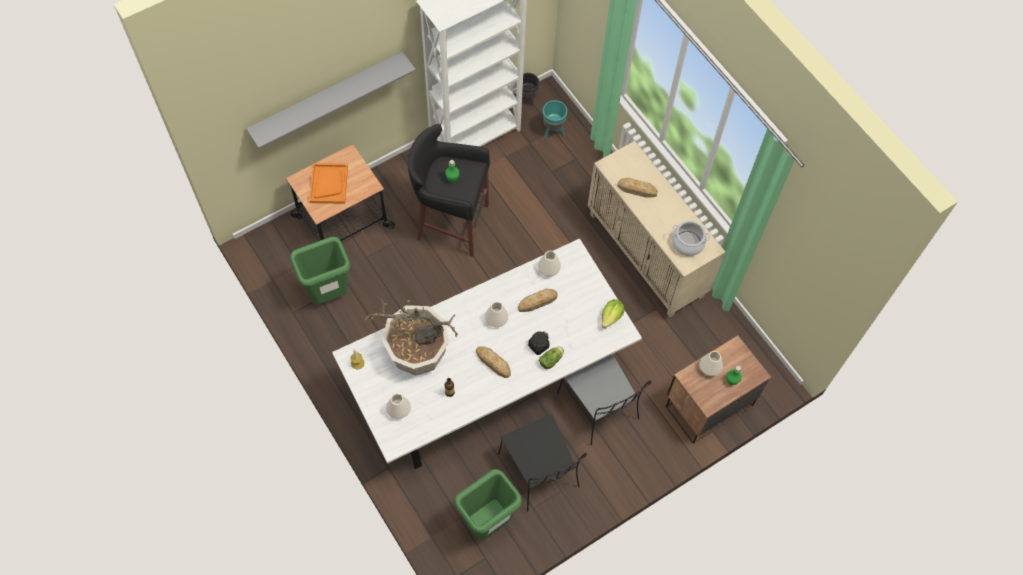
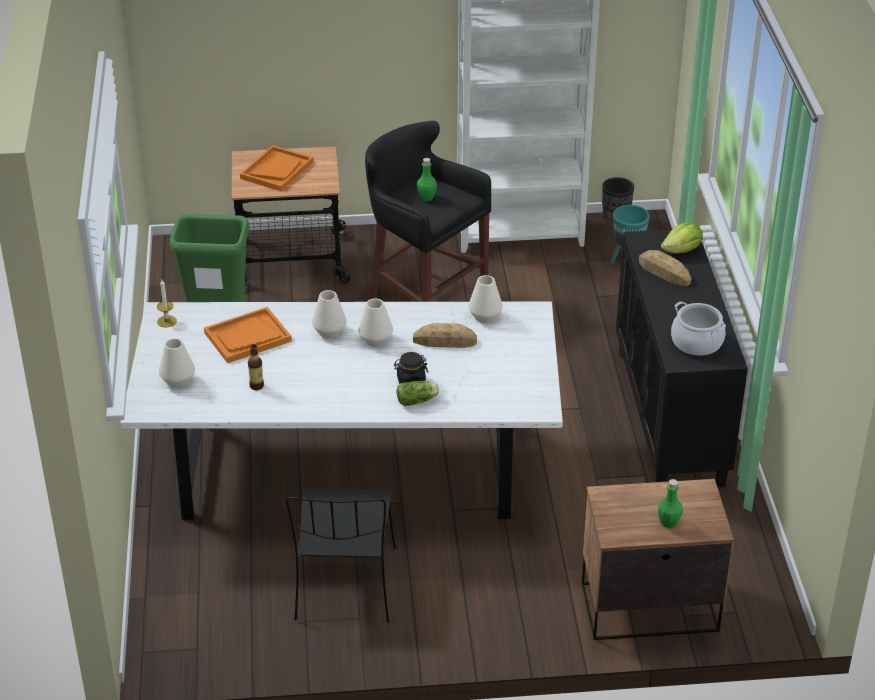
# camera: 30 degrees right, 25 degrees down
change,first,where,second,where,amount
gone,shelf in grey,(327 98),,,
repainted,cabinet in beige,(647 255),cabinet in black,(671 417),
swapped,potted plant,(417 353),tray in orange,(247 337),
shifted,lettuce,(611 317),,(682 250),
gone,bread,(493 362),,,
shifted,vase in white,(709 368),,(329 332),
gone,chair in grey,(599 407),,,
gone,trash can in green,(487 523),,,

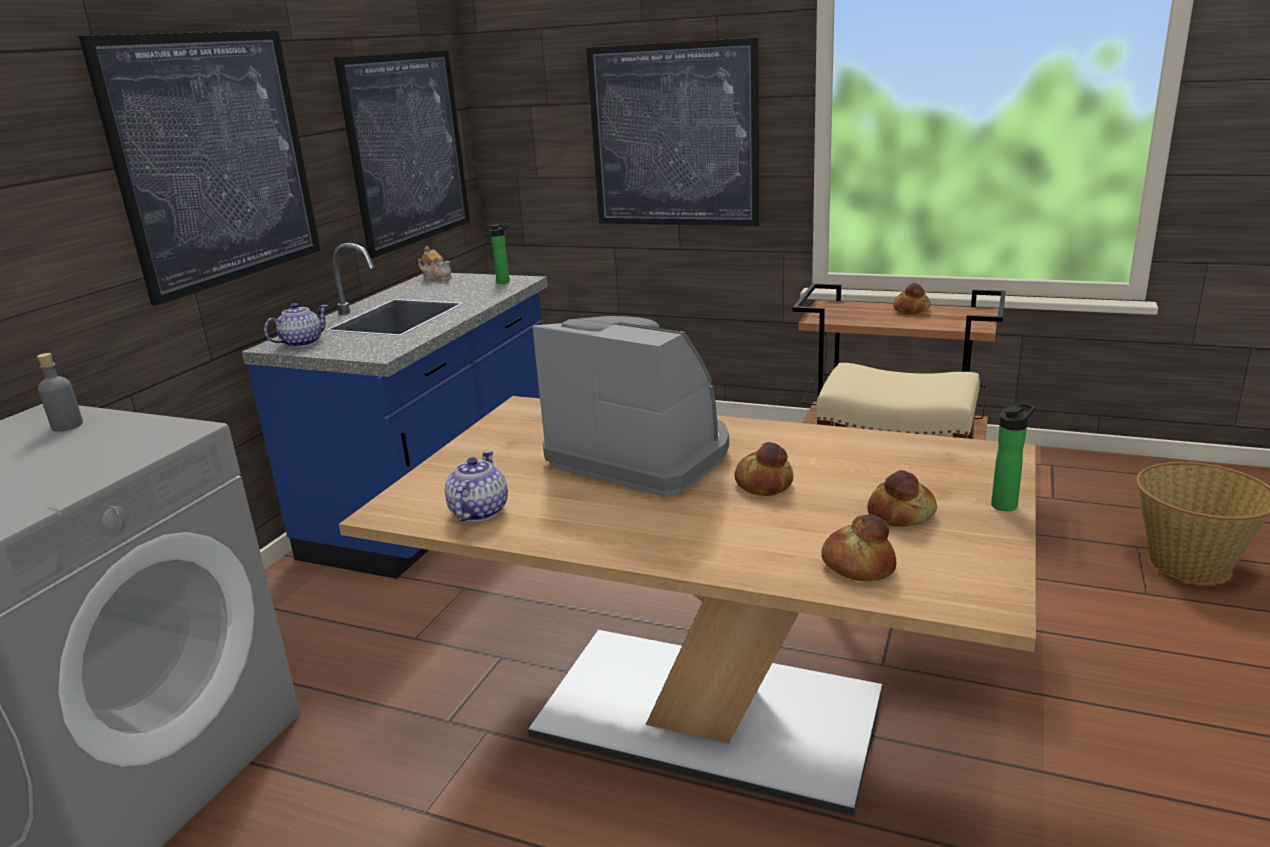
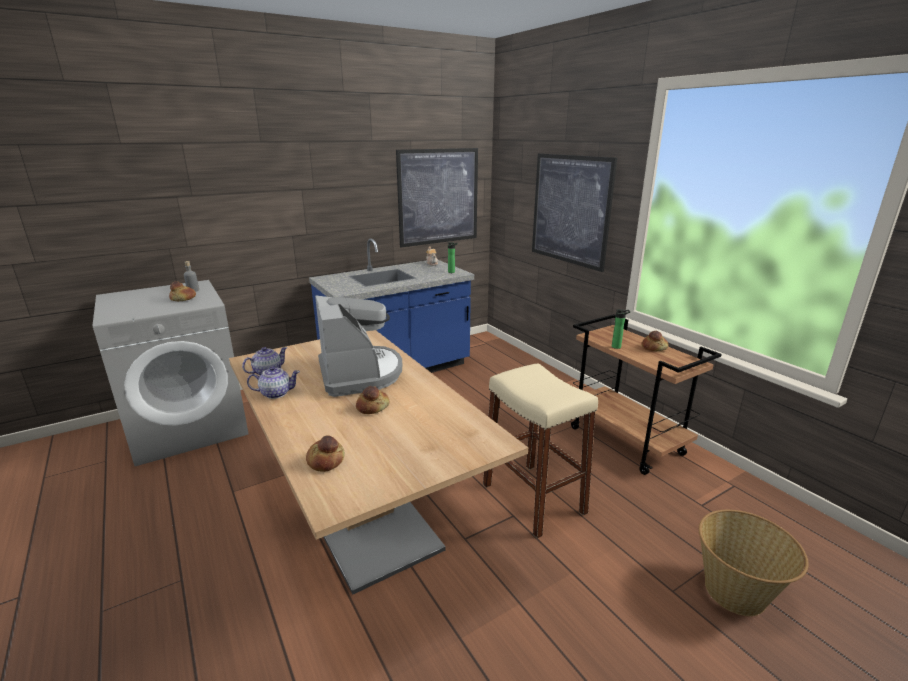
# camera: 35 degrees right, 0 degrees up
change,first,where,second,where,amount
gone,picture,(216 160),,,
shifted,teapot,(301 343),,(275 393),
shifted,bottle,(1006 504),,(617 347),
shifted,bread,(901 515),,(183 299),

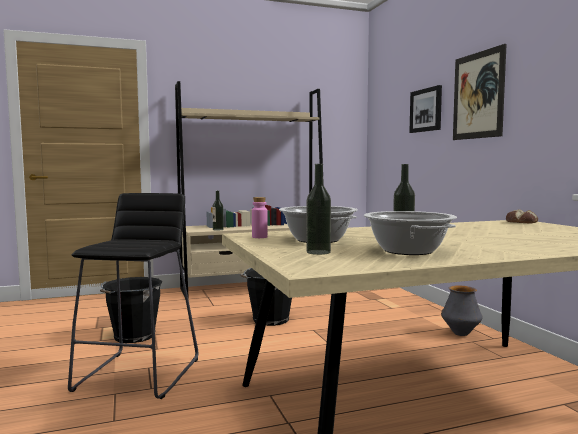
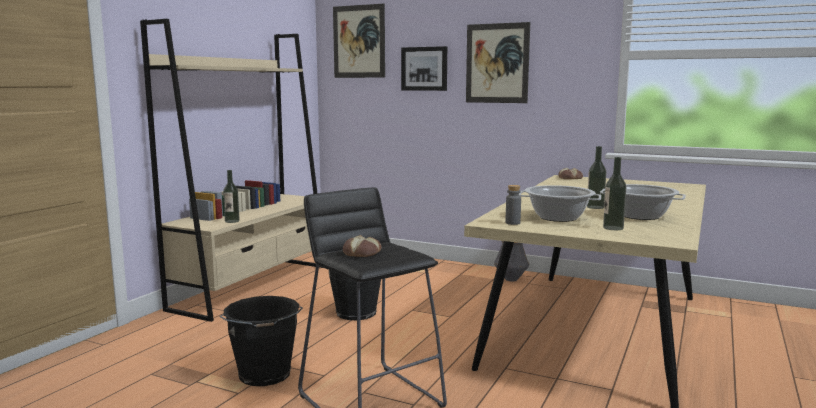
# camera: 45 degrees left, 5 degrees up
change,first,where,second,where,amount
repainted,bottle in pink,(259 237),bottle in grey,(512 223),
new,,,picture,(359 41),
new,,,bread,(362 253),

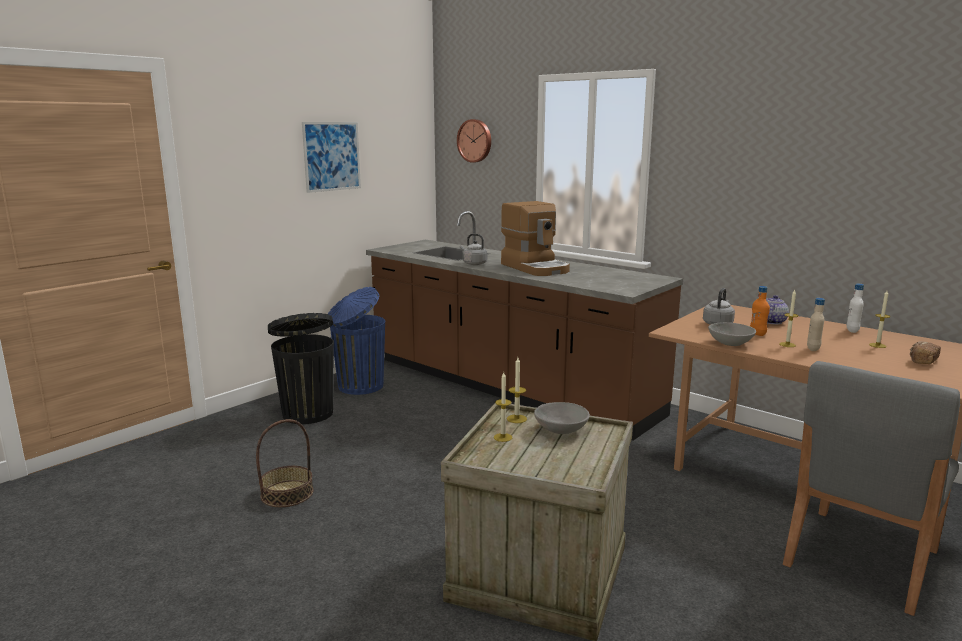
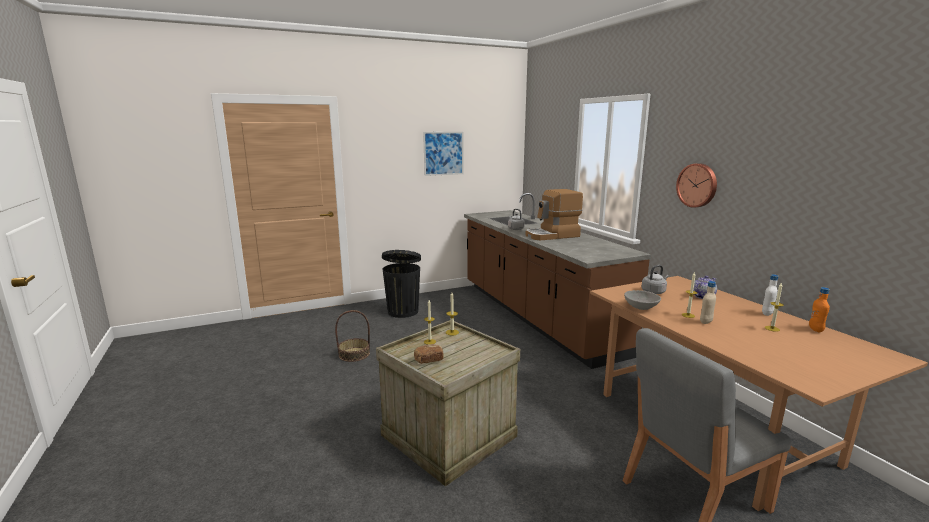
# camera: 25 degrees right, 0 degrees up
change,first,where,second,where,amount
shifted,wall clock,(475 141),,(697 185),
rotated,coffee machine,(536 268),,(552 235),75 degrees clockwise
shifted,bottle in orange,(757 334),,(815 329),
gone,trash can in blue,(359 386),,,
shifted,bread,(922 361),,(429 360),
gone,bowl in grey,(561 430),,,

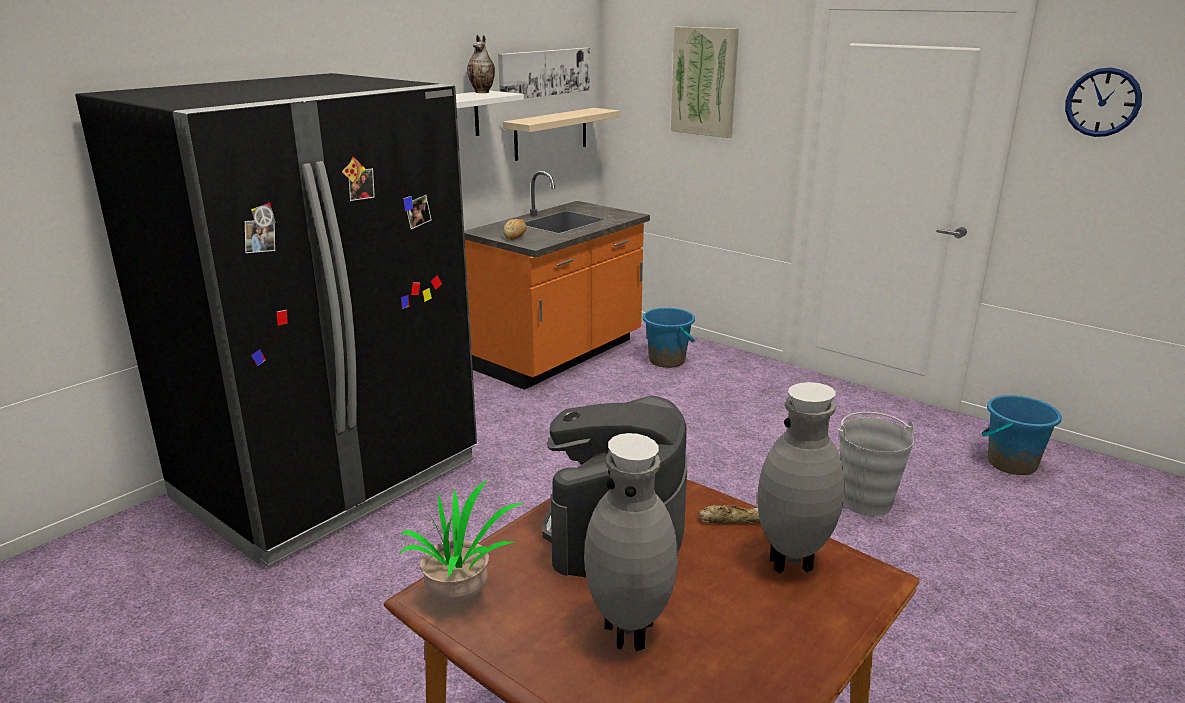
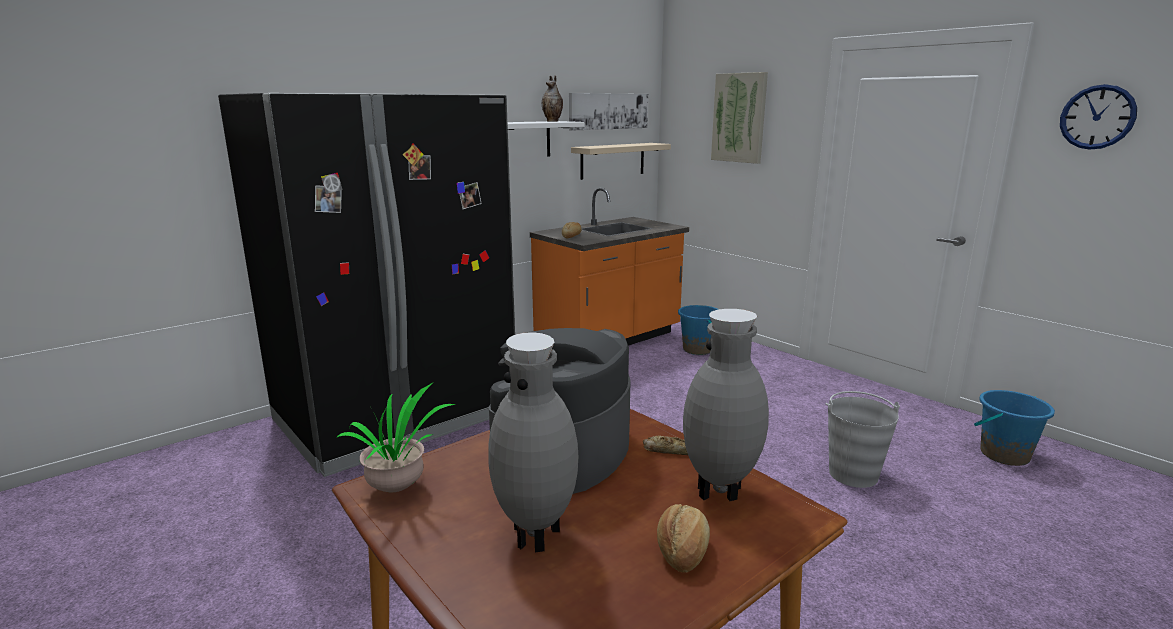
# camera: 10 degrees right, 5 degrees down
change,first,where,second,where,amount
new,,,bread,(682 550),

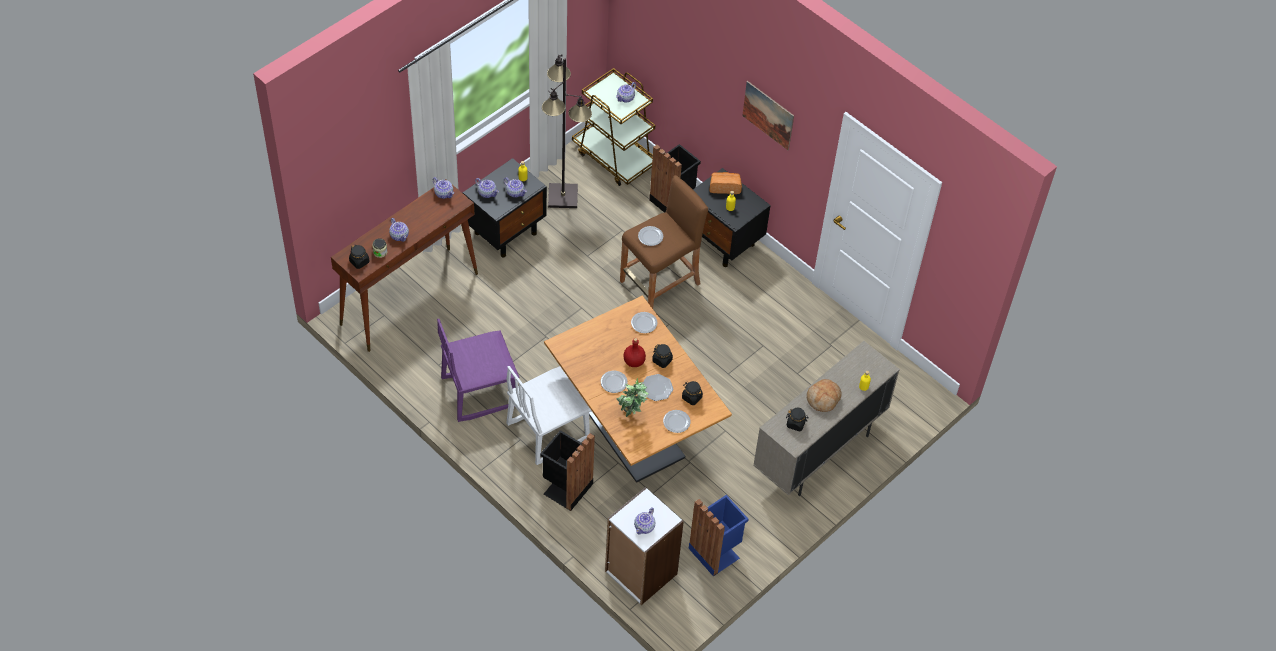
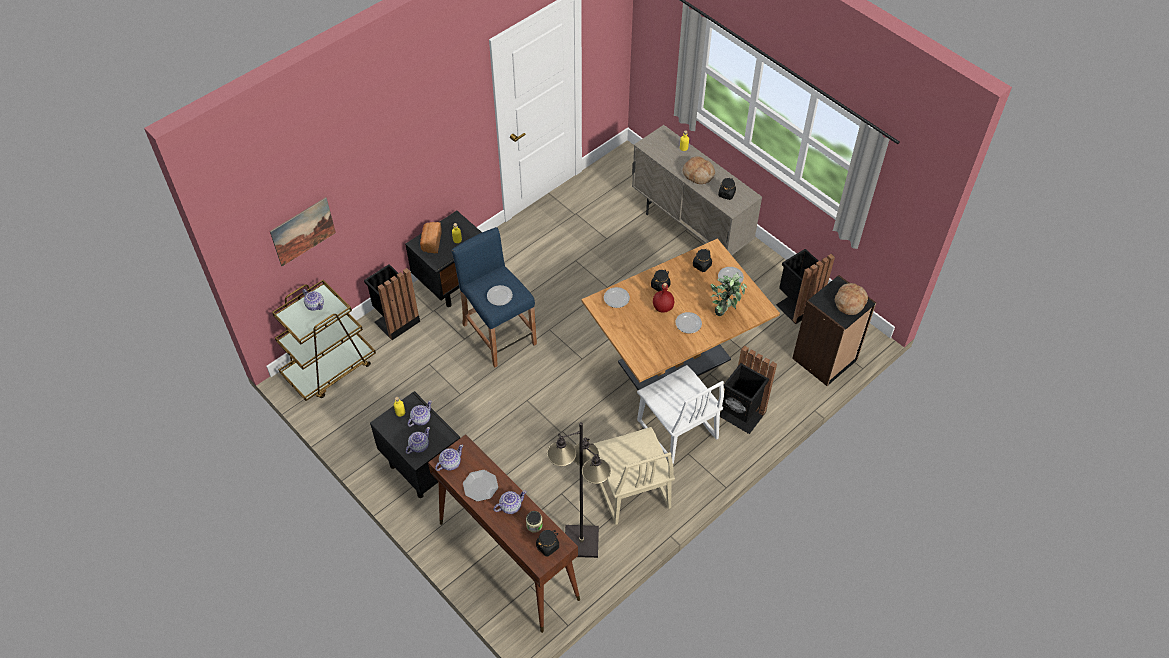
# camera: 85 degrees left, 0 degrees up
change,first,where,second,where,amount
shifted,floor lamp in black,(563 196),,(581 541),
shifted,picture,(768 115),,(303 231),
repainted,stool in brown,(660 283),stool in blue,(499 334),
repainted,chair in purple,(478 391),chair in beige,(631 490),
shifted,plate,(656 388),,(480 486),
repainted,bookcase in white,(640 573),bookcase in black,(825 359),
repainted,trash can in blue,(715 551),trash can in black,(796 305),
swapped,teapot,(644 527),bread,(849 302),

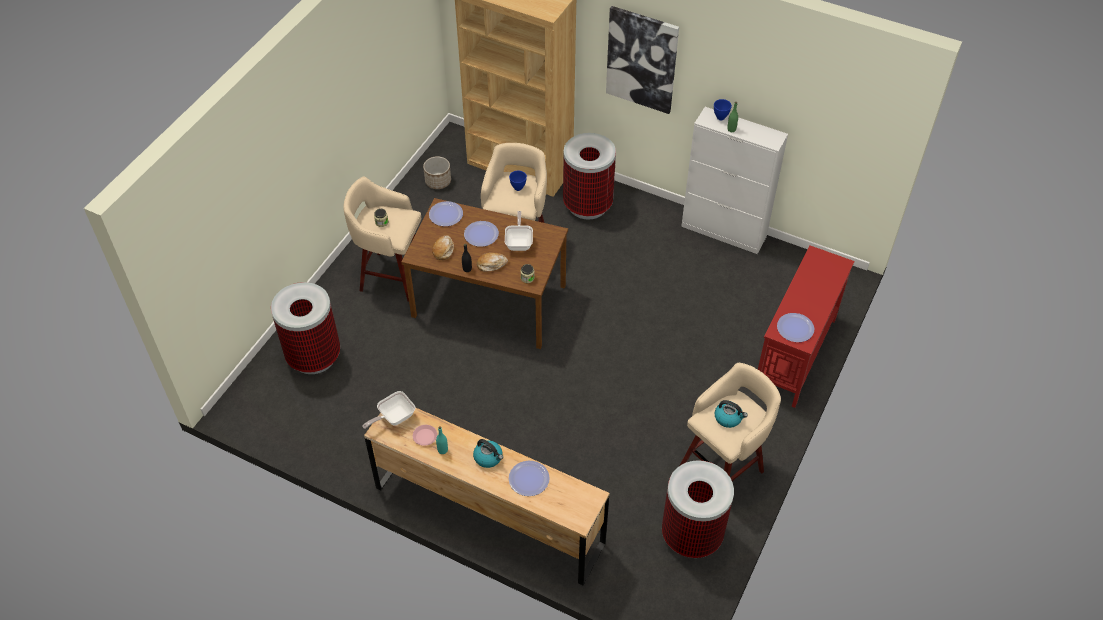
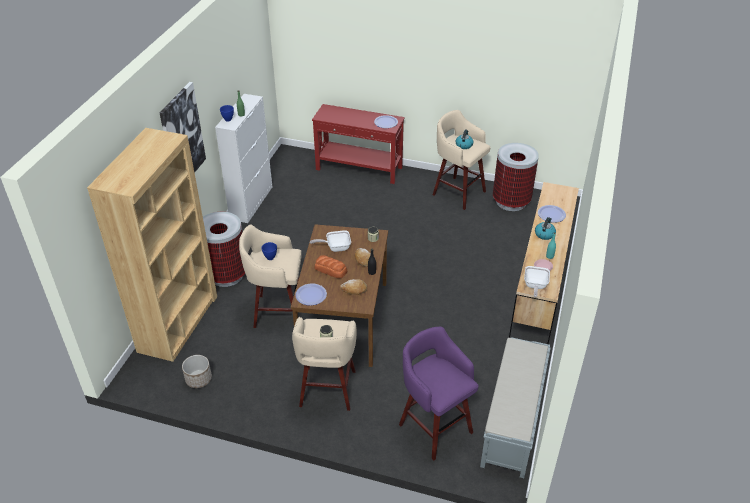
# camera: 100 degrees left, 10 degrees down
change,first,where,second,where,amount
swapped,plate,(481 234),bread,(331 270),
swapped,trash can,(314 356),stool in purple,(434 427),
rotated,frying pan,(393 417),,(534 286),60 degrees clockwise
new,,,bench in grey,(512 422),

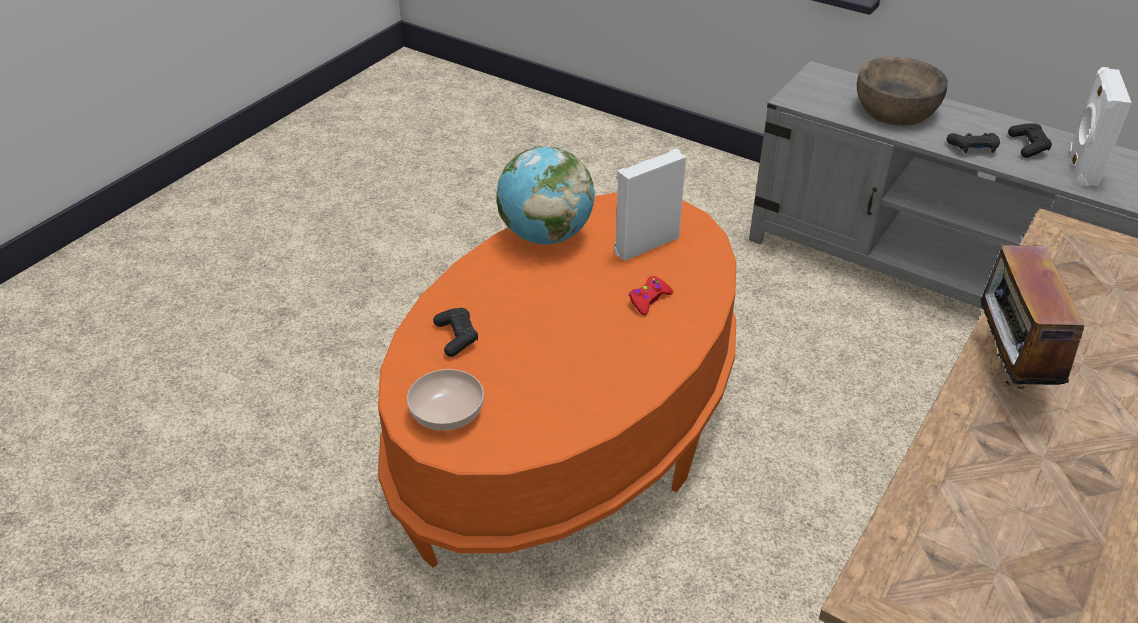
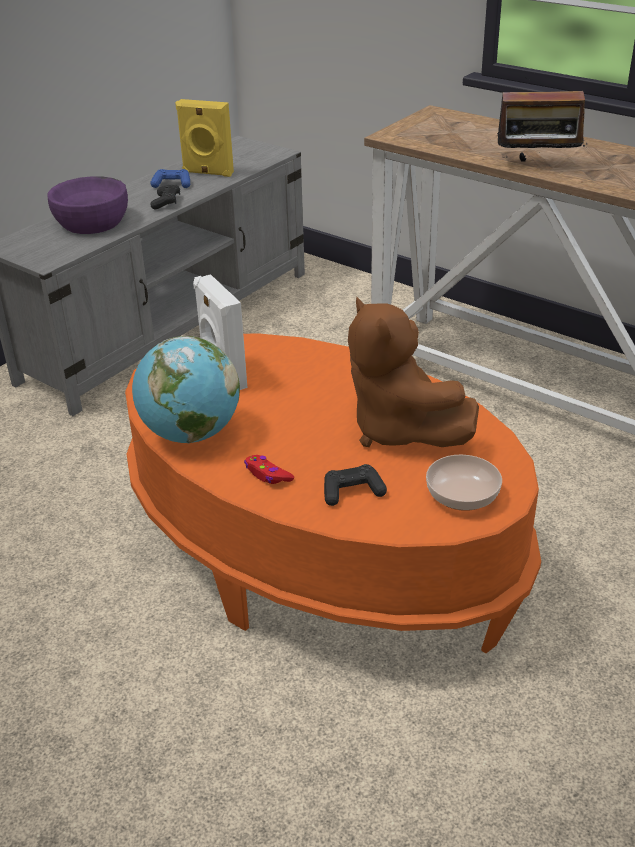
# camera: 85 degrees left, 5 degrees down
change,first,where,second,where,amount
repainted,bowl in brown,(895 110),bowl in purple,(92 222),
repainted,speaker in white,(1081 167),speaker in yellow,(207 173),
repainted,game controller in black,(1028 146),game controller in blue,(172 184),
shifted,game controller in red,(649 300),,(267 475),
new,,,plush toy in brown,(399 430),

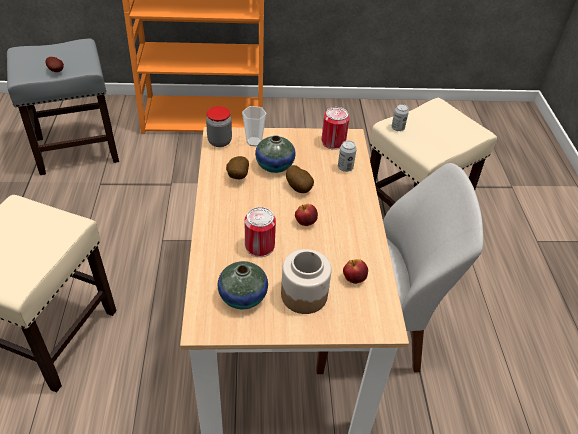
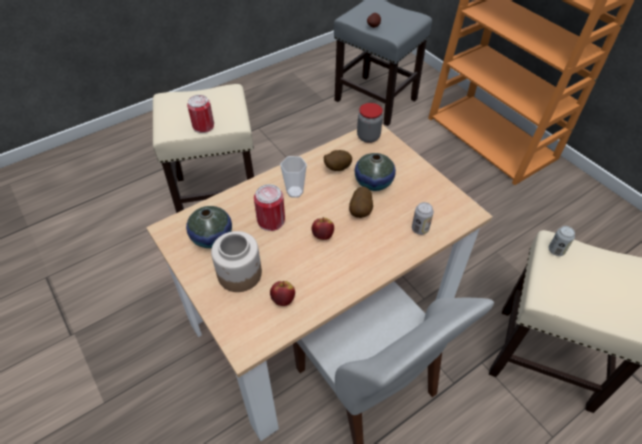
# camera: 60 degrees right, 5 degrees up
change,first,where,second,where,amount
shifted,cup,(254 142),,(295 192),
shifted,can,(333 142),,(203 126),

